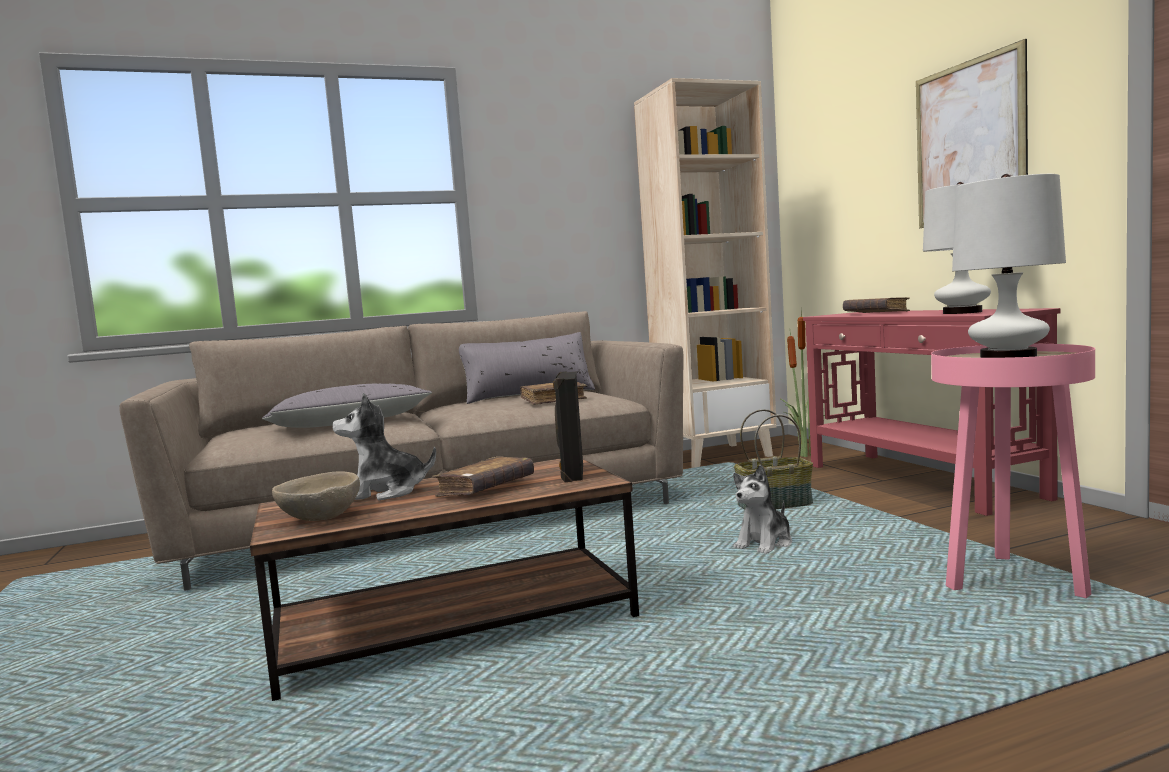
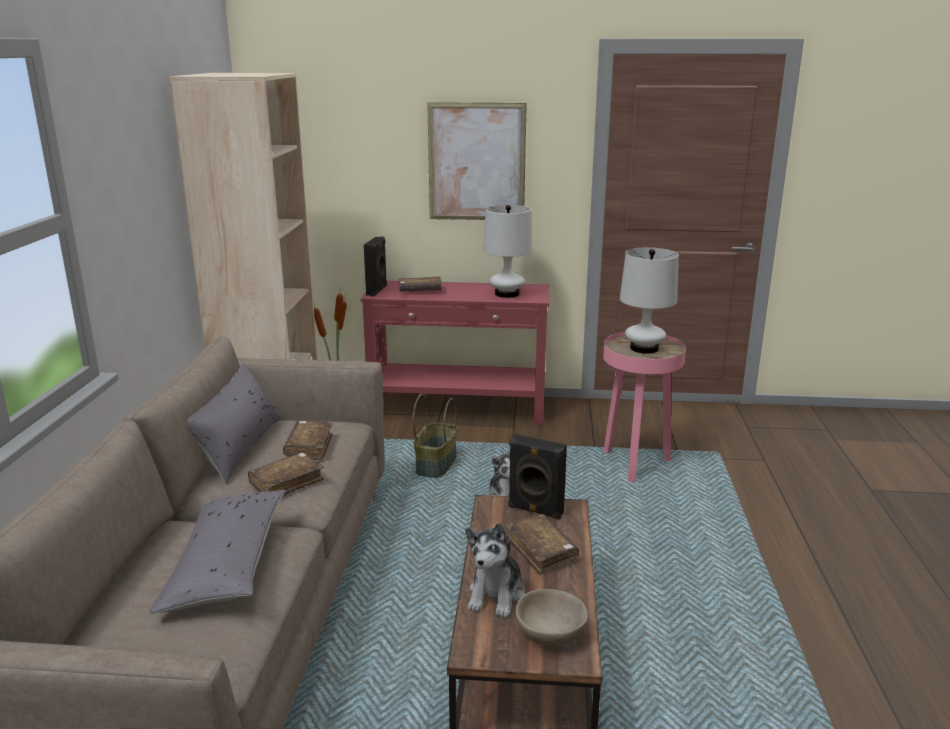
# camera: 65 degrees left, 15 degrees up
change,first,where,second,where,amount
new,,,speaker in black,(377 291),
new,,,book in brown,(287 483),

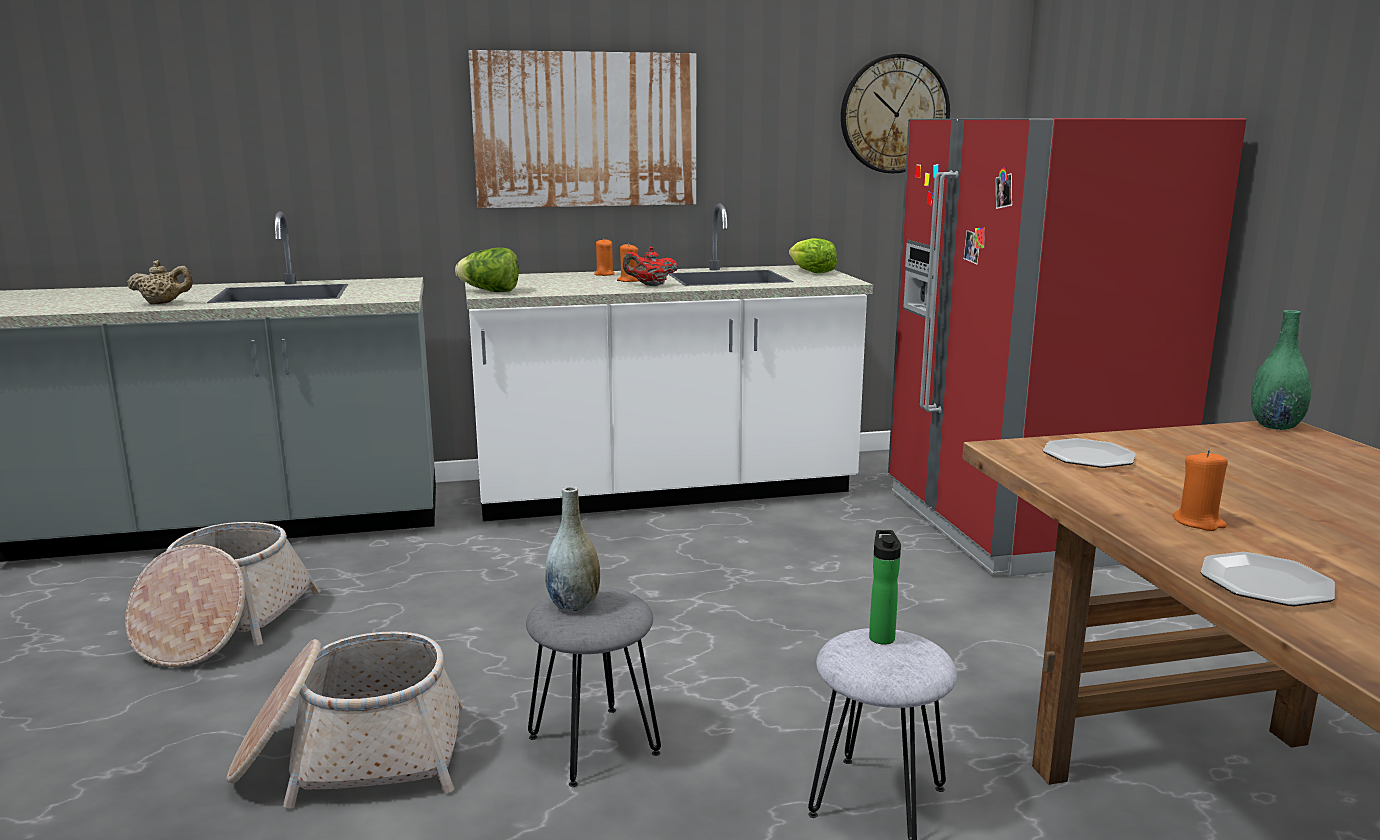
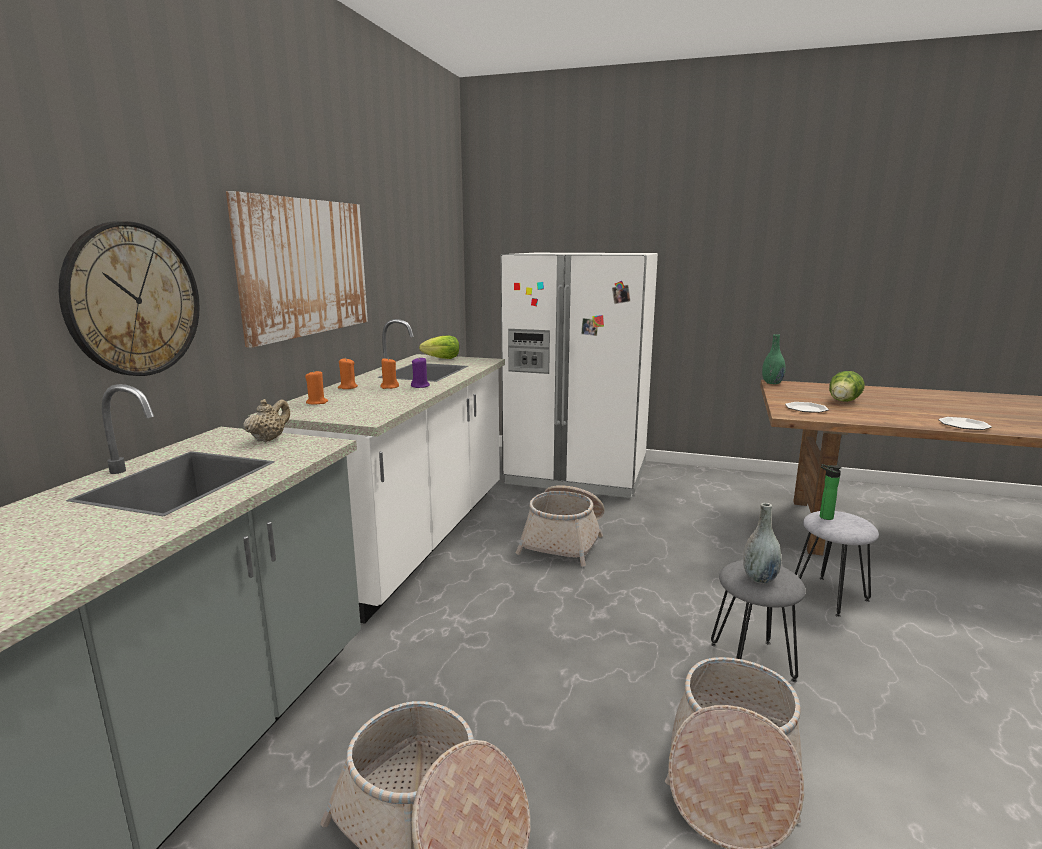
# camera: 60 degrees left, 0 degrees up
change,first,where,second,where,amount
shifted,wall clock,(894 114),,(133 300),
repainted,fridge in red,(1021 524),fridge in white,(577 474),
shifted,lettuce,(490 291),,(843 402),
swapped,teapot in red,(650 285),candle in purple,(420 386),
shifted,teapot in beige,(163 303),,(269 439),
shifted,candle in orange,(1198 523),,(317 402),
new,,,basket,(564 540),

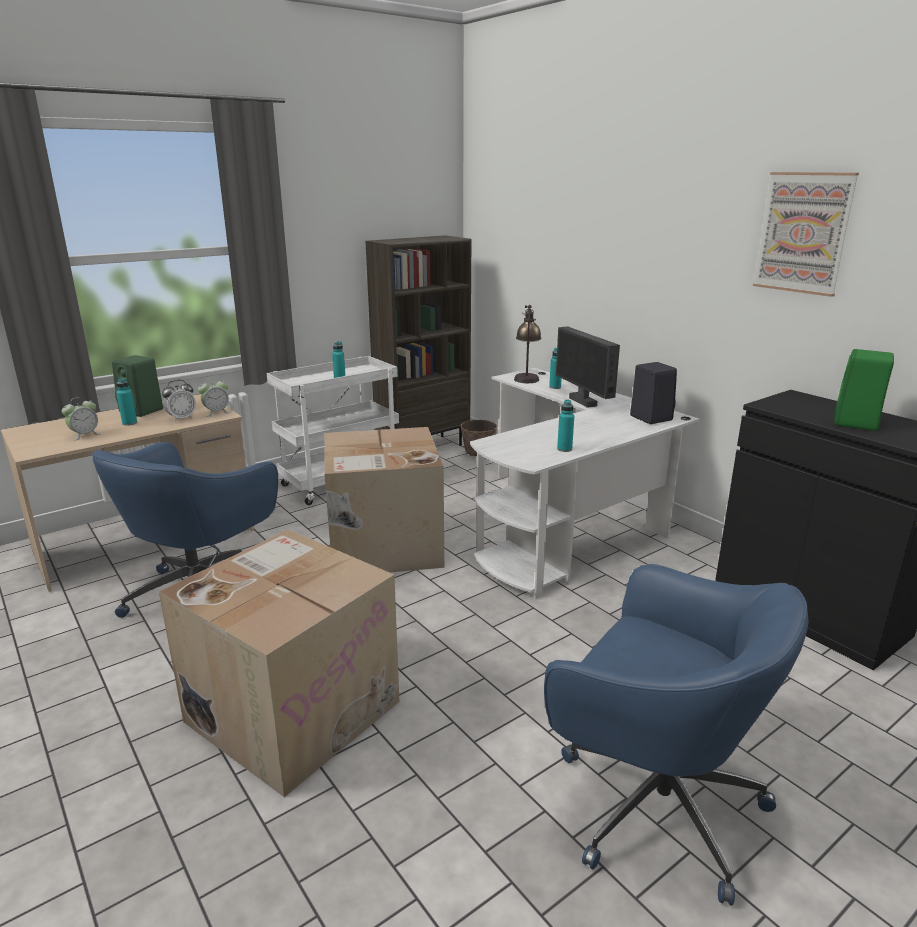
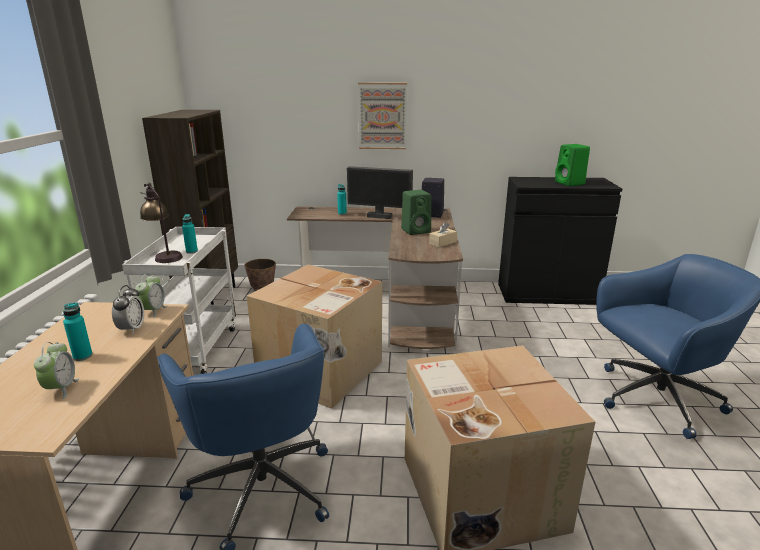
# camera: 50 degrees left, 0 degrees up
change,first,where,second,where,amount
shifted,picture,(803 233),,(382 116),
shifted,table lamp,(526 377),,(164 255),
shifted,speaker in green,(143 411),,(416 231),
repainted,desk in white,(569 524),desk in brown,(392 304),
swapped,bottle in turquoise,(564 449),tissue box in beige,(442 243),

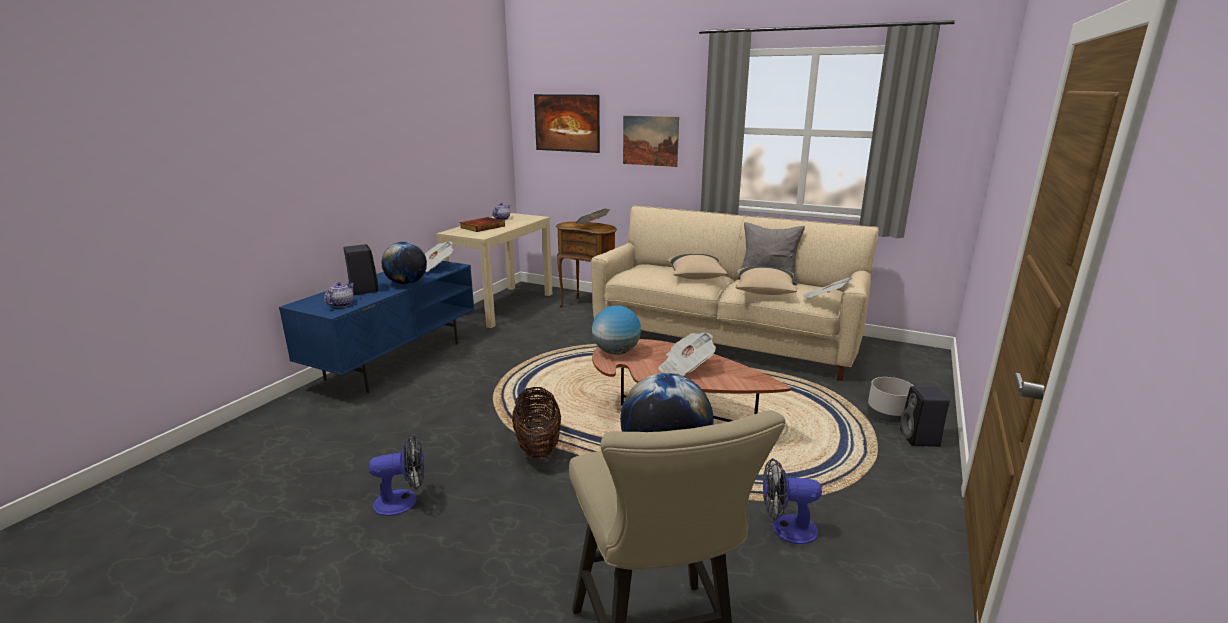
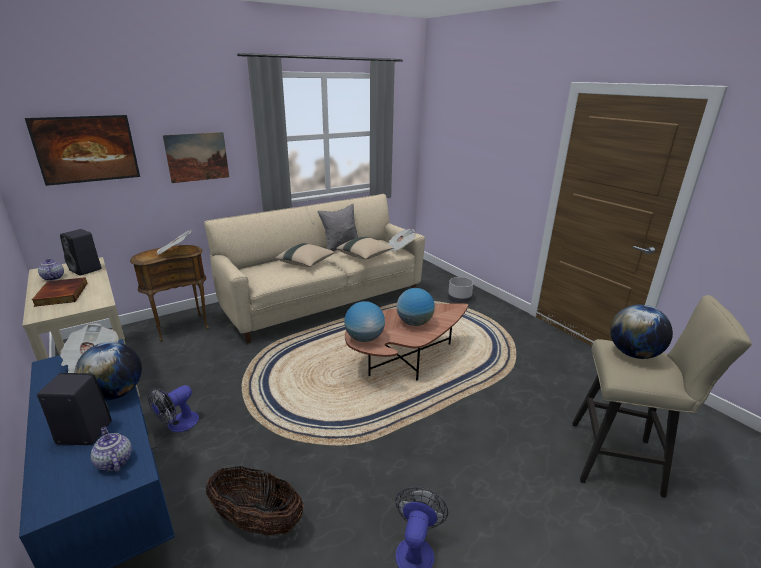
# camera: 60 degrees left, 5 degrees up
change,first,where,second,where,amount
swapped,newspaper,(685 367),globe,(414 323),
shifted,speaker in black,(920 439),,(86 270),
shifted,basket,(538 446),,(257 521),
shifted,fan,(786 529),,(178 425),

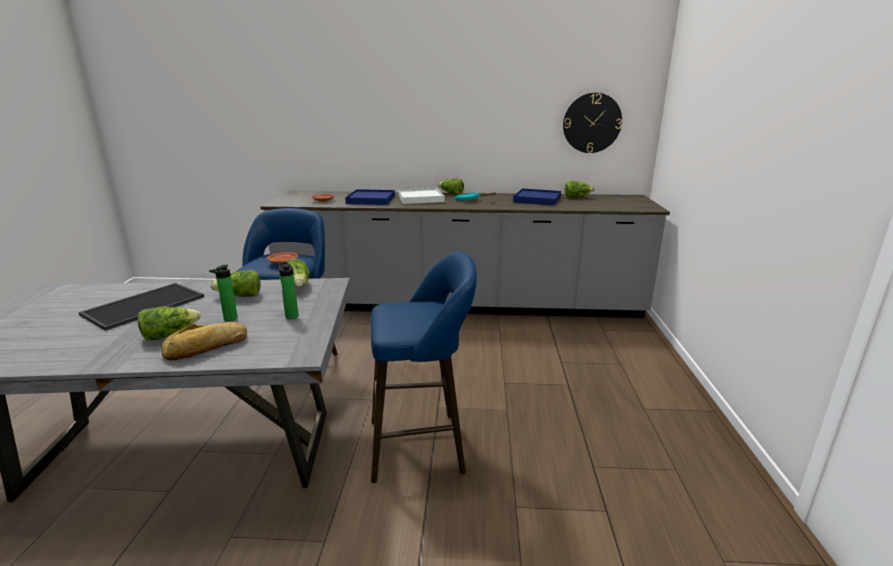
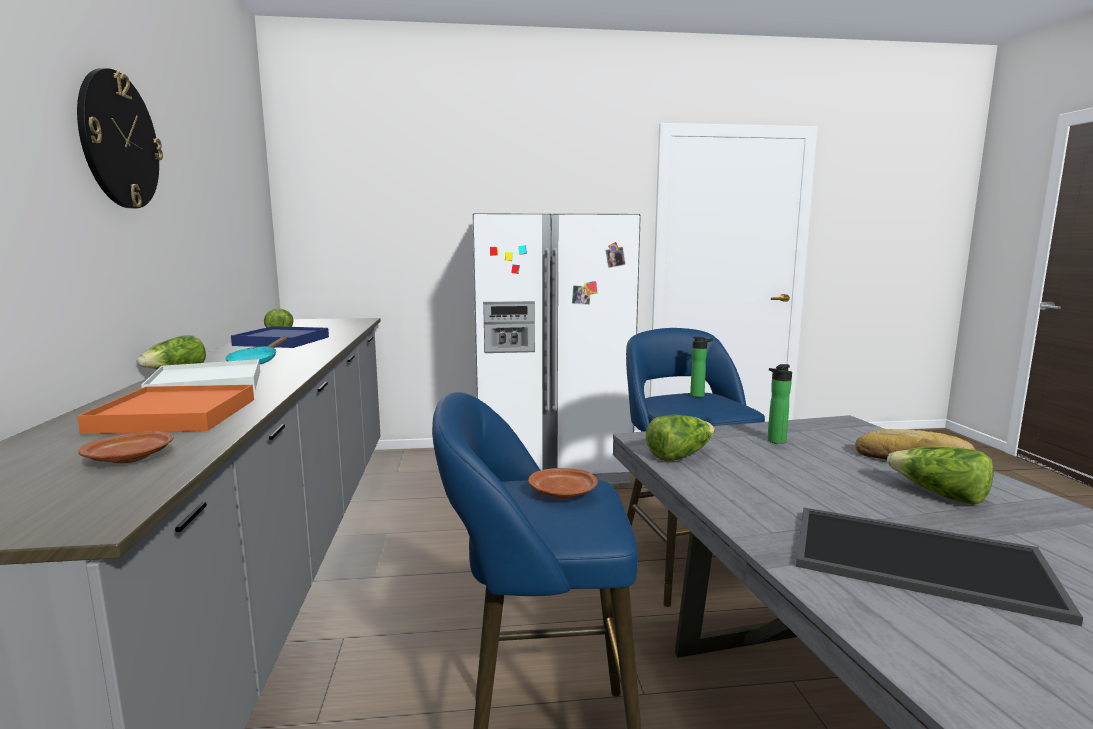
# camera: 100 degrees left, 10 degrees down
change,first,where,second,where,amount
shifted,wall clock,(592 123),,(119 140),
repainted,tray in blue,(371 200),tray in orange,(175 415),
shifted,bottle,(228 319),,(699 396),
gone,lettuce,(240 296),,,
new,,,fridge in white,(549 466),

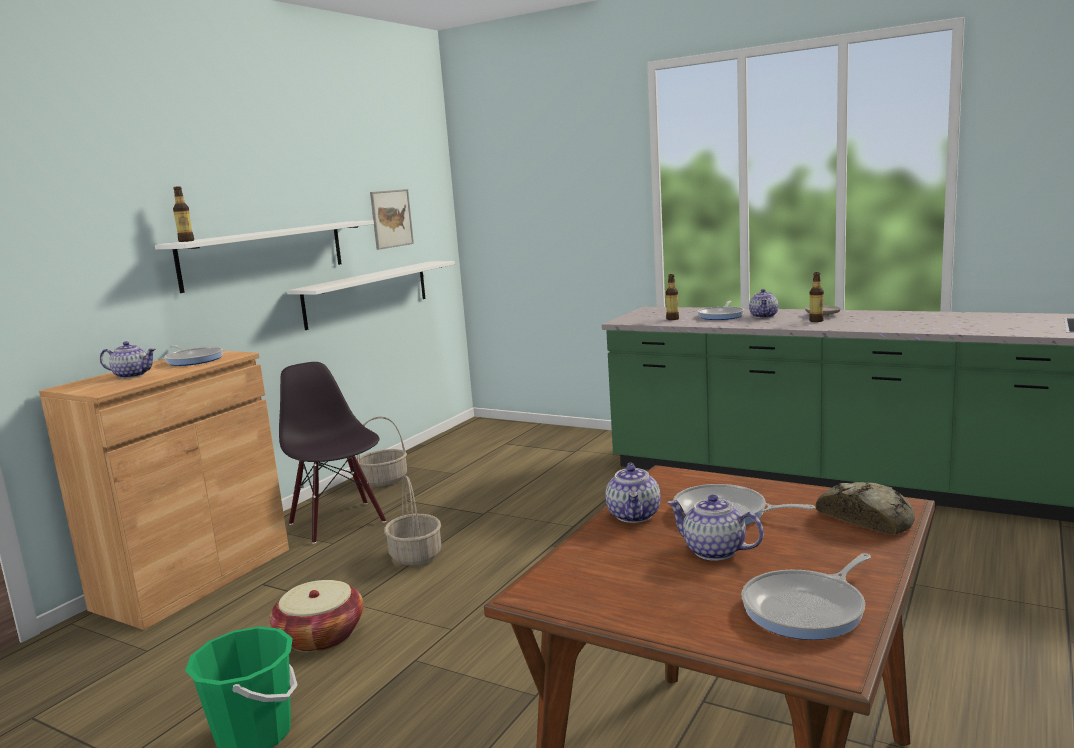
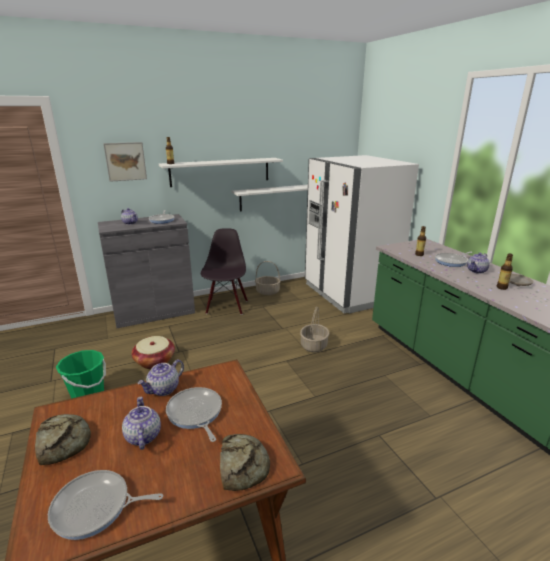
# camera: 35 degrees right, 10 degrees up
change,first,where,second,where,amount
shifted,picture,(391 218),,(125 161),
repainted,cabinet in brown,(194 578),cabinet in grey,(154 312),
shifted,basket,(415 555),,(313 345),
new,,,fridge in white,(349 293),
new,,,bread,(64 441),

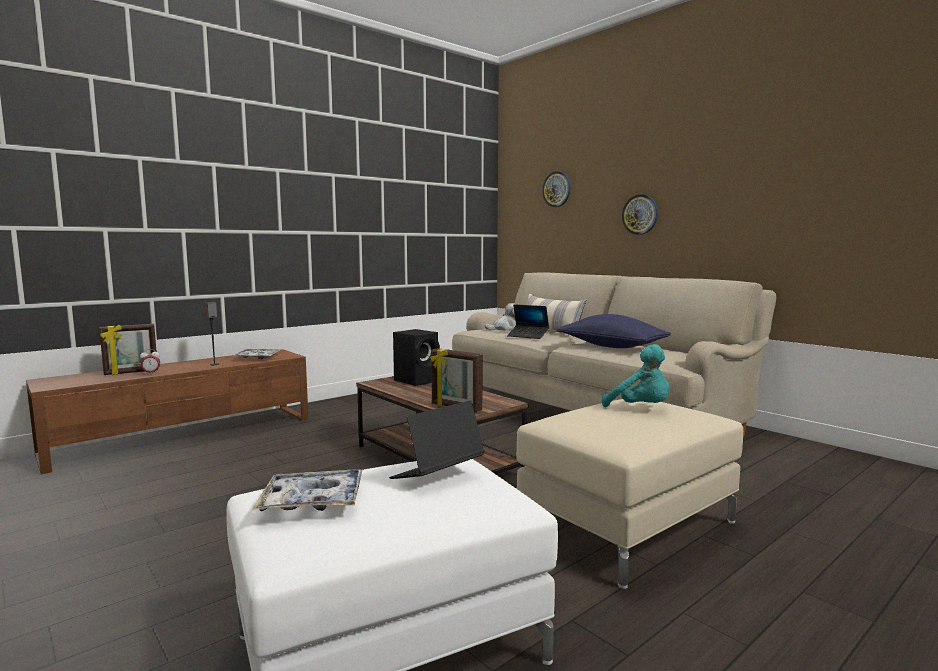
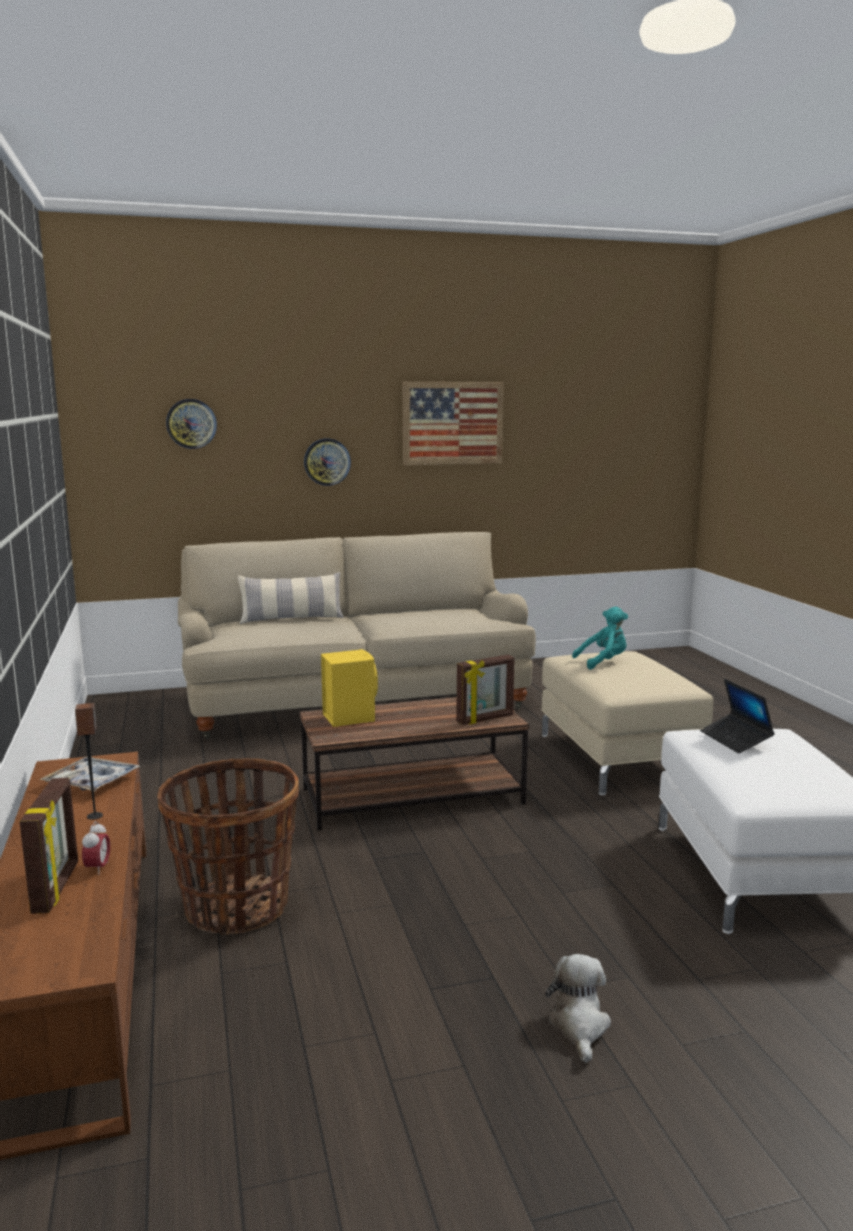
# camera: 65 degrees left, 5 degrees up
change,first,where,second,where,amount
shifted,plush toy,(505 329),,(579 1026),
gone,laptop,(528 336),,,
gone,pillow in blue,(612 346),,,
repainted,speaker in black,(417 380),speaker in yellow,(349 717),
gone,tray,(312 501),,,
new,,,picture,(453 423),
new,,,basket,(235 907),

